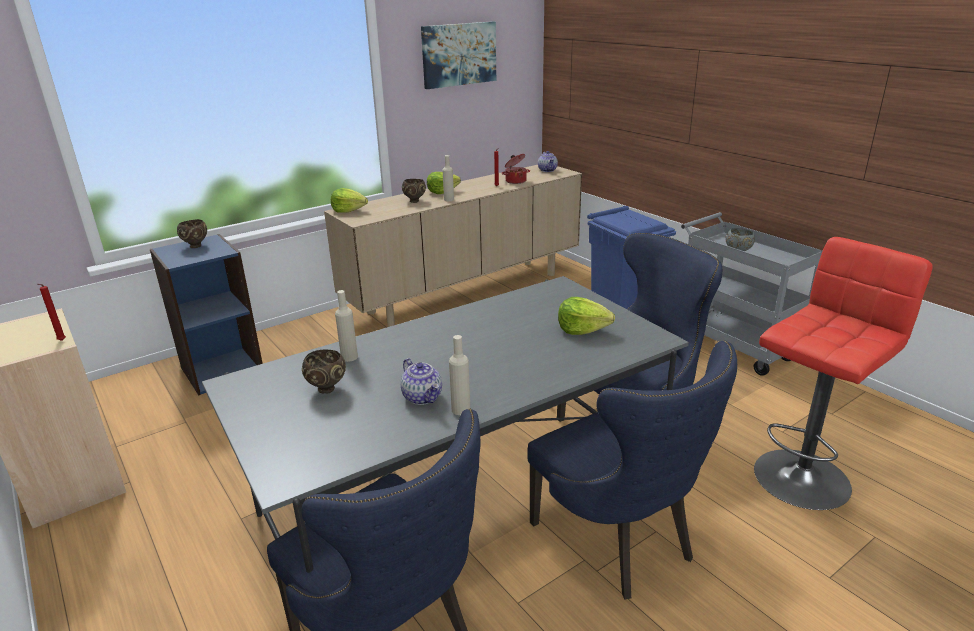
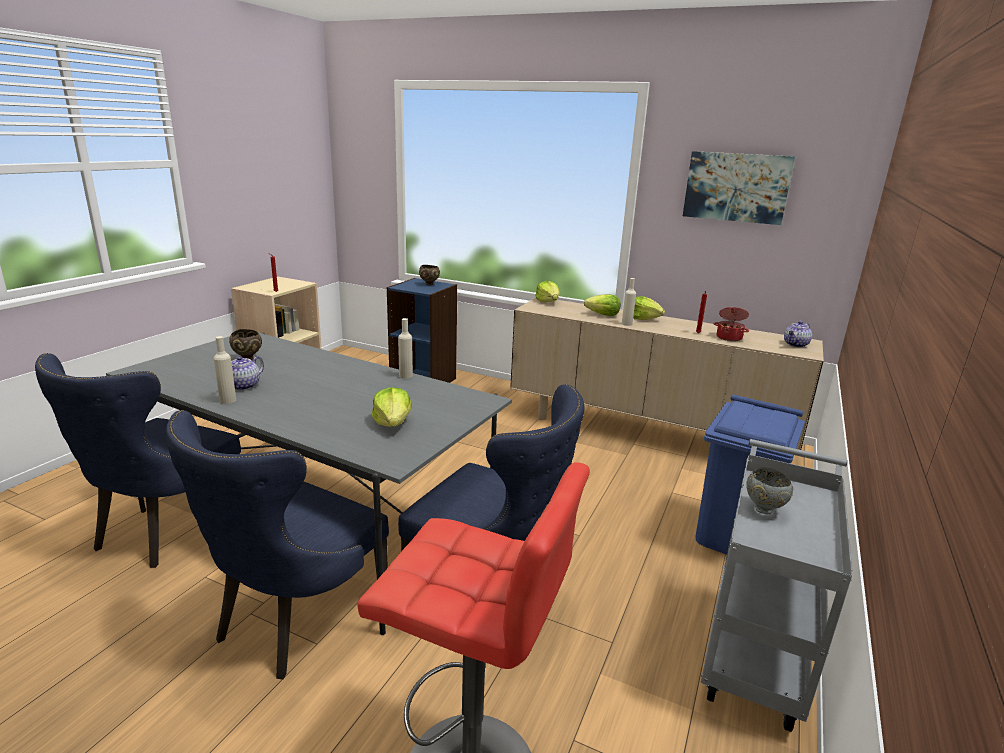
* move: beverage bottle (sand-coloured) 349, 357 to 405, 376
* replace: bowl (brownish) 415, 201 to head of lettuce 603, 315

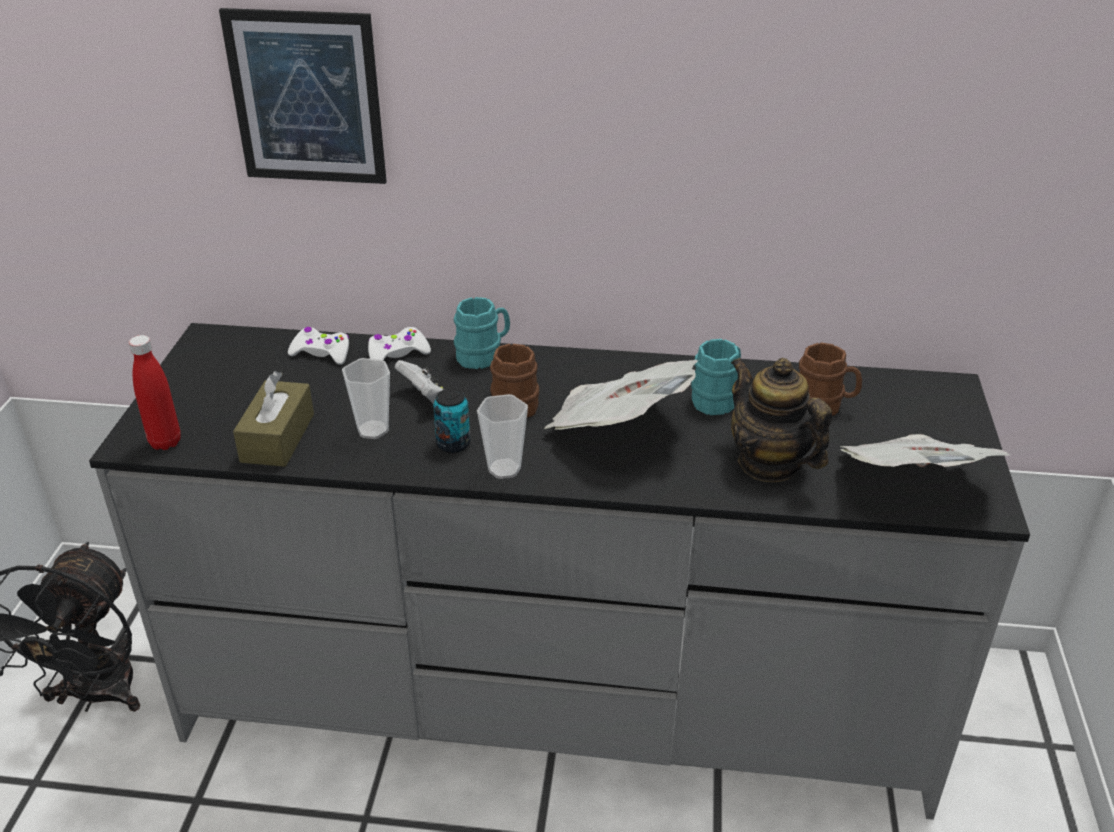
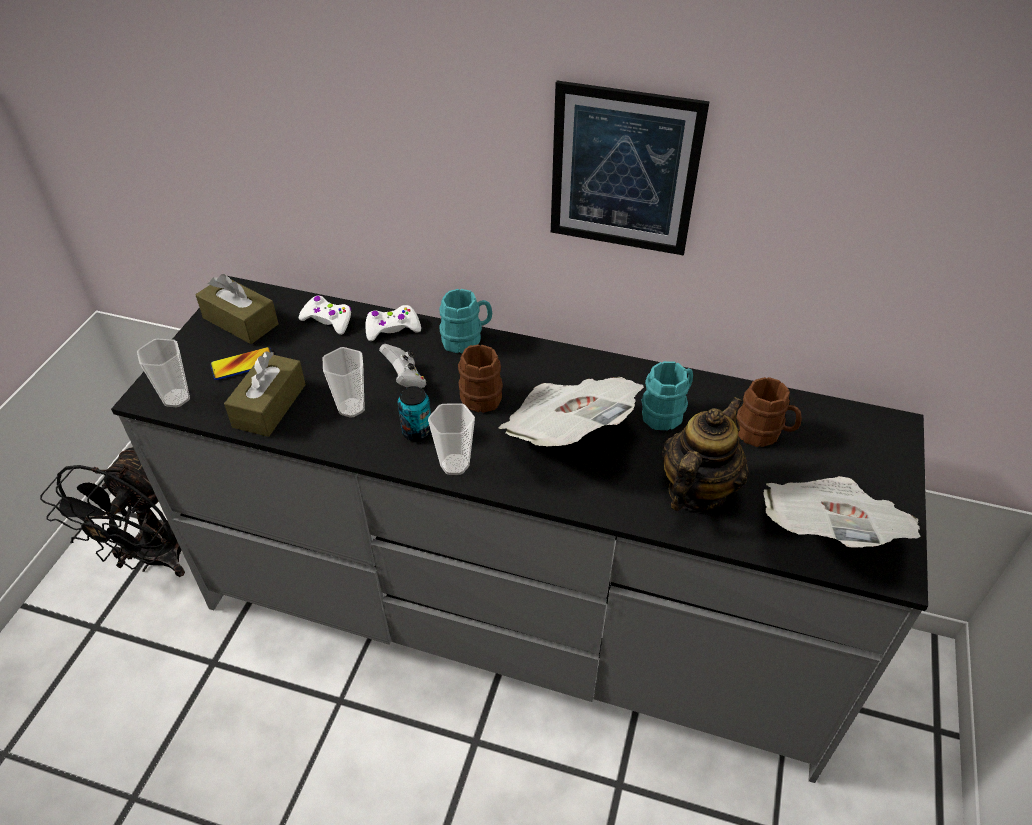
* replace: beverage bottle (red) 165, 442 to cup 176, 398
* insert: tissue holder (brownish) 240, 321
* insert: telephone 243, 364
* move: wall art 306, 98 to 623, 171
* rotate: pot for tea 769, 464 = 696, 491 60 degrees clockwise

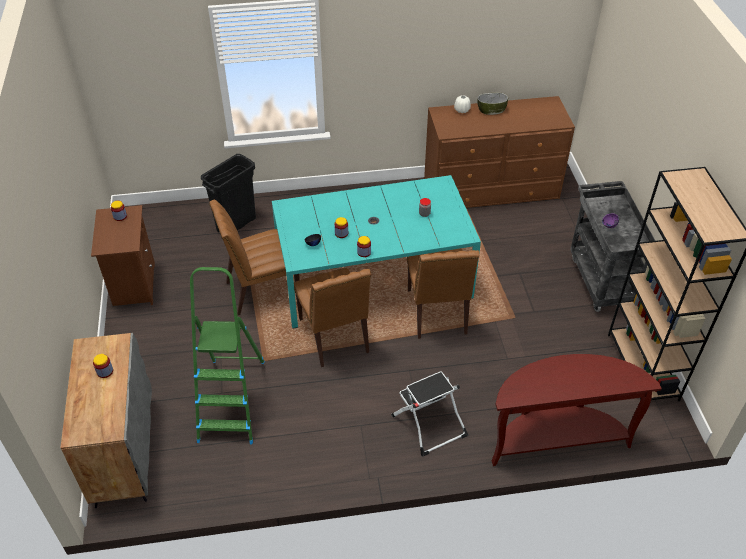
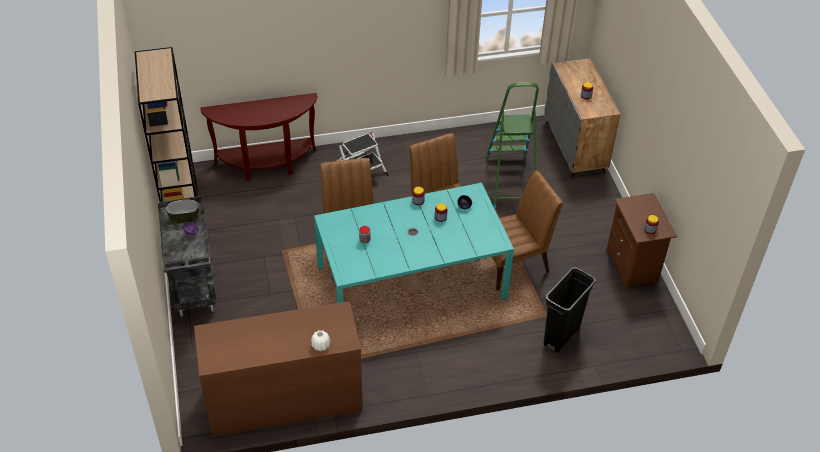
* move: bowl 491, 110 to 184, 217

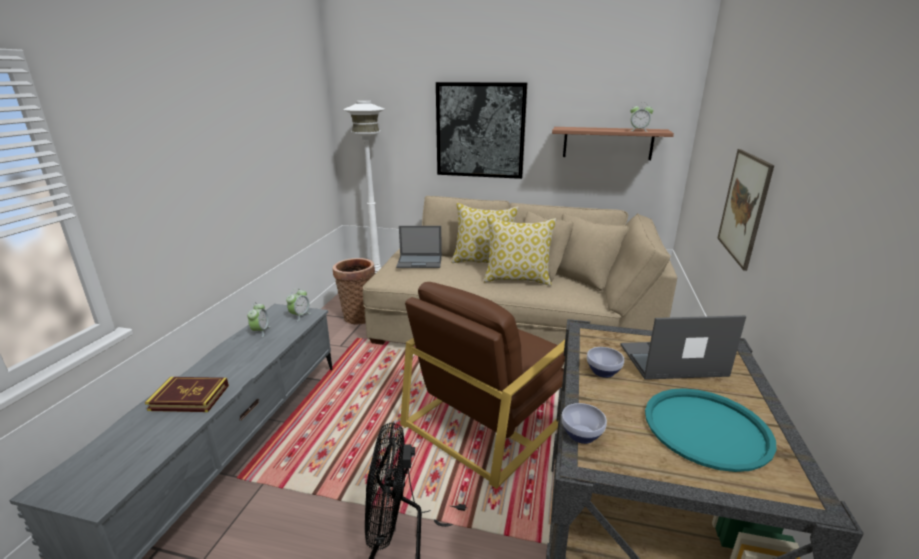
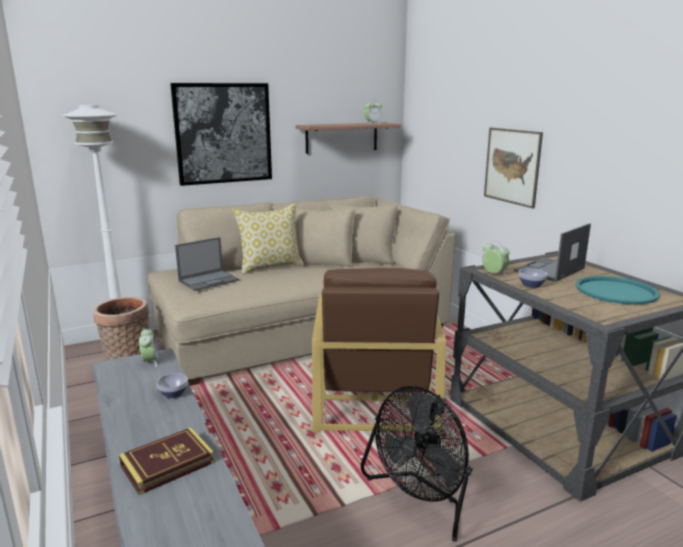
* move: bowl 580, 435 to 173, 394
* move: alarm clock 260, 331 to 494, 274
* delete: cushion 517, 279

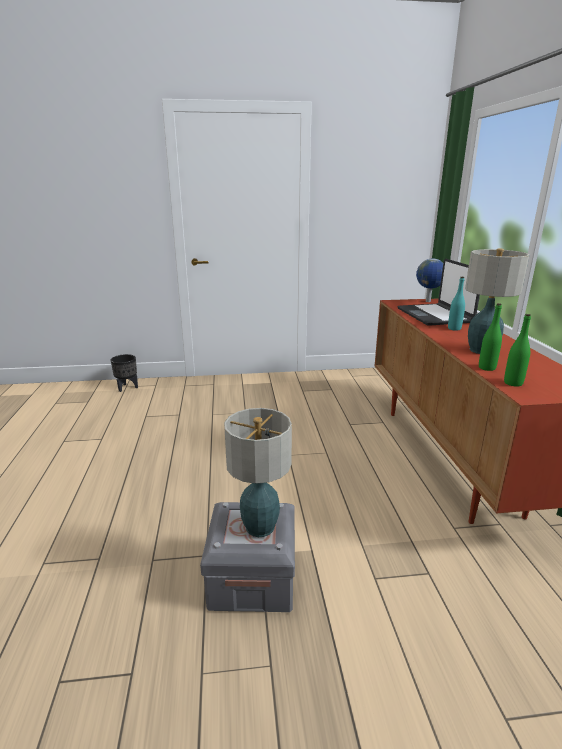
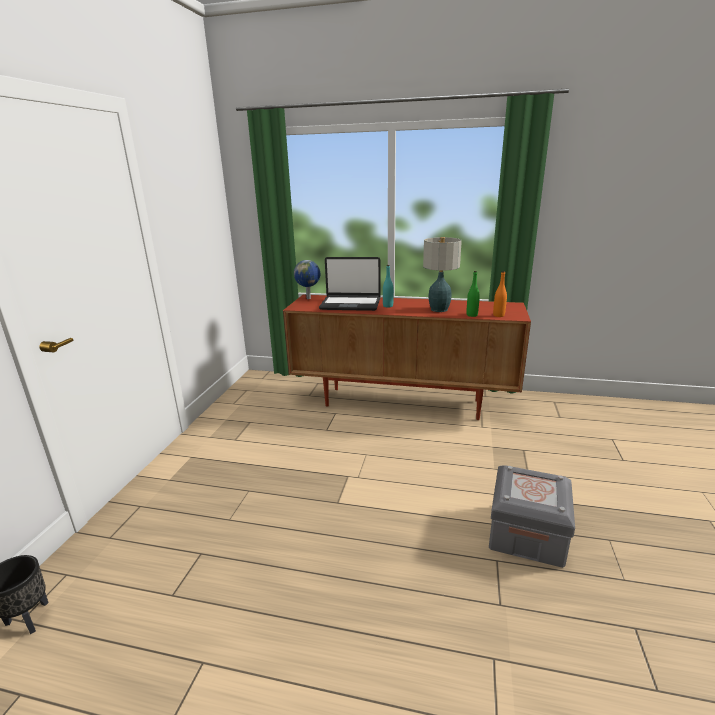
* recolor: beverage bottle (green) 513, 383 to beverage bottle (orangey) 498, 315
* delete: tabletop lamp 261, 526

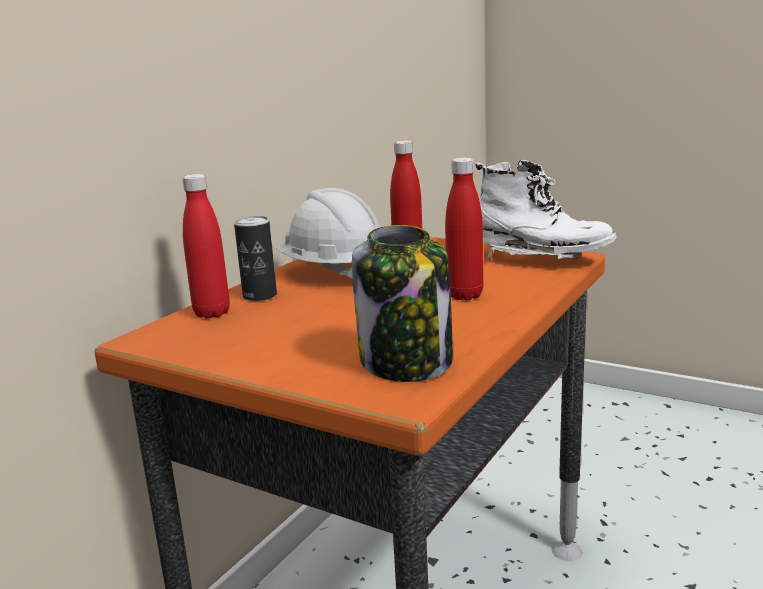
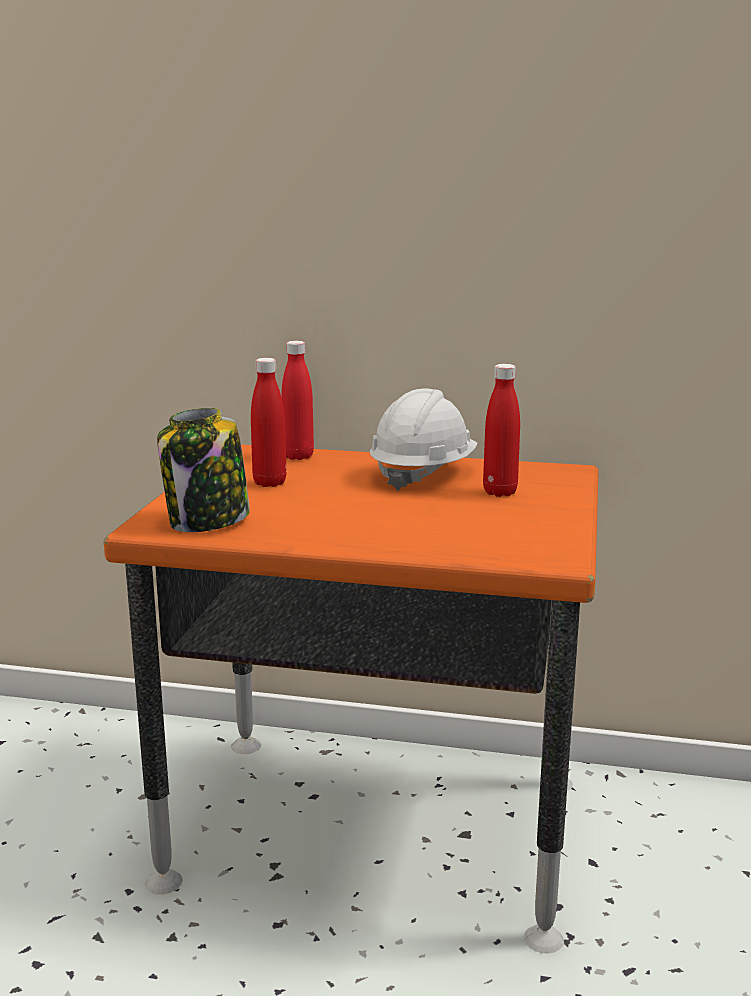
* move: beverage bottle (red) 465, 295 to 269, 483
* delete: sealed can 260, 296
* delete: boot (white-coloured) 540, 259

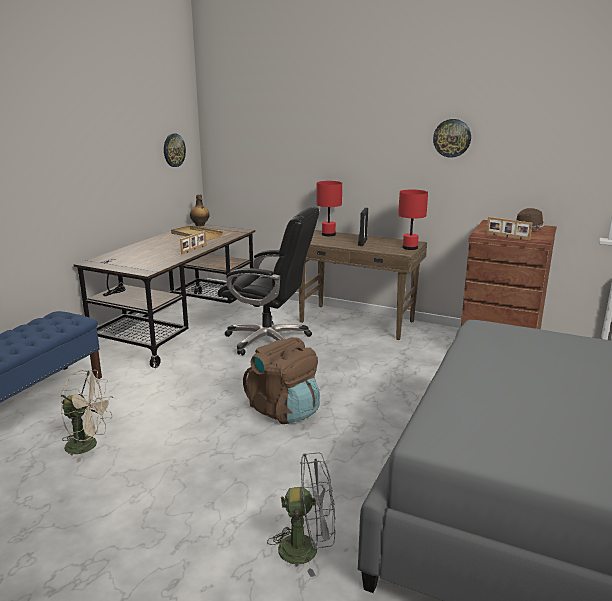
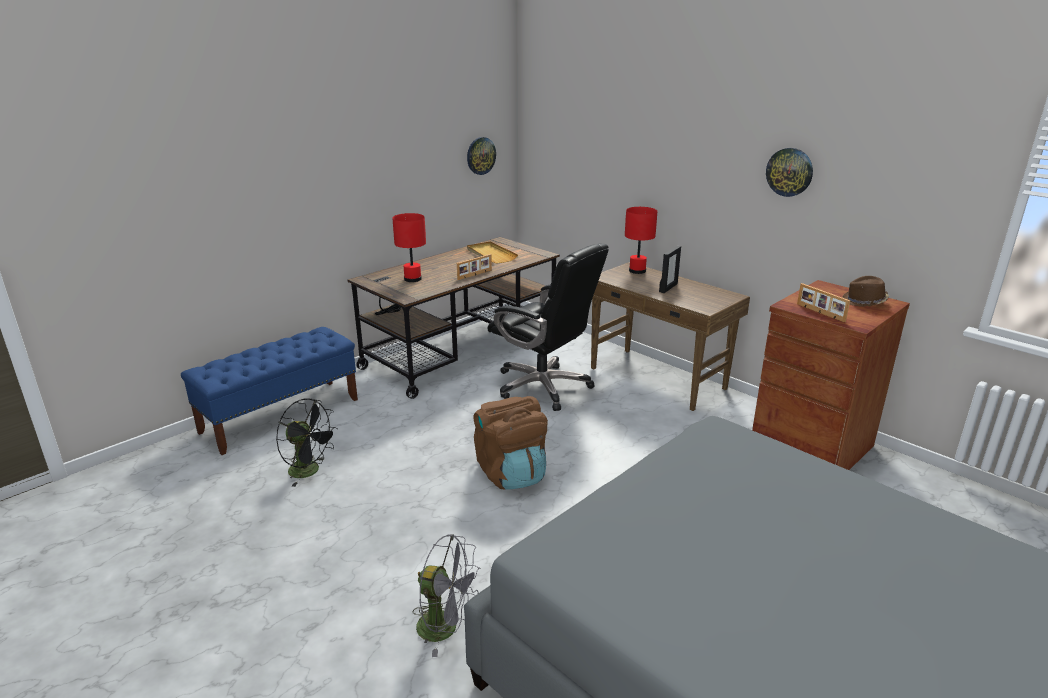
* recolor: cooling fan (sand-coloured) 88, 445 to cooling fan (black-coloured) 310, 471
* move: tabletop lamp (red) 410, 248 to 412, 279
* delete: beverage bottle 200, 225

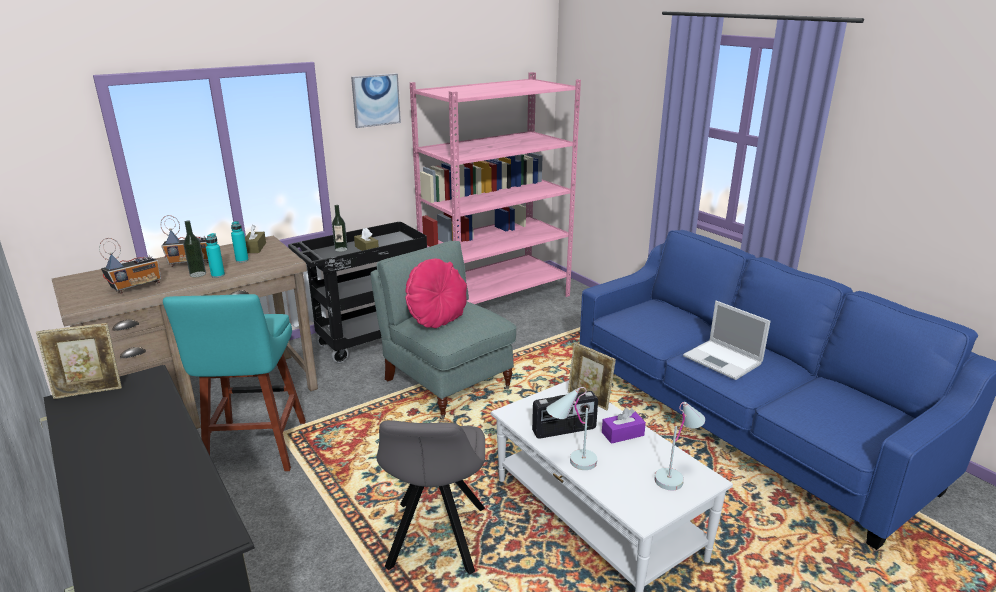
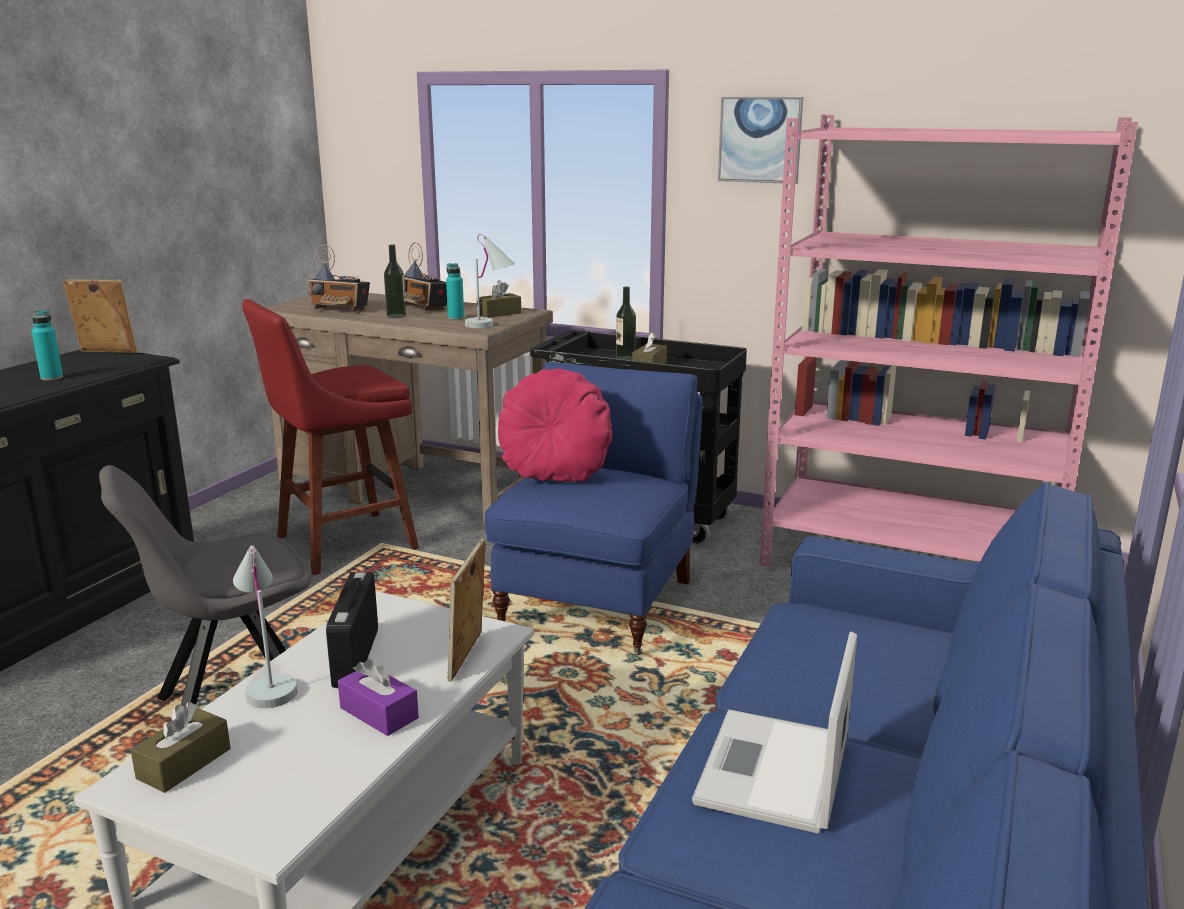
* move: beverage bottle (blue-green) 218, 275 to 52, 378
* rotate: picture frame 89, 392 = 107, 353 150 degrees clockwise
* insert: tissue holder (brownish) 184, 763
* recolor: stool seat (blue-green) 255, 448 to stool seat (red) 343, 543
* rotate: radio 564, 430 = 354, 657 45 degrees clockwise
* move: tabletop lamp (white-coloured) 676, 475 to 491, 326
* recolor: easy chair (grey) 446, 384 to easy chair (blue-coloured) 598, 604

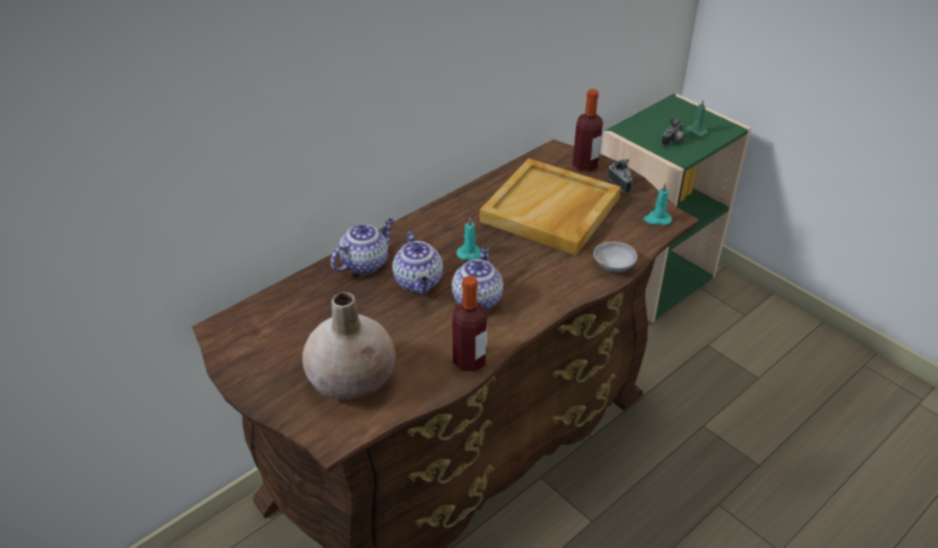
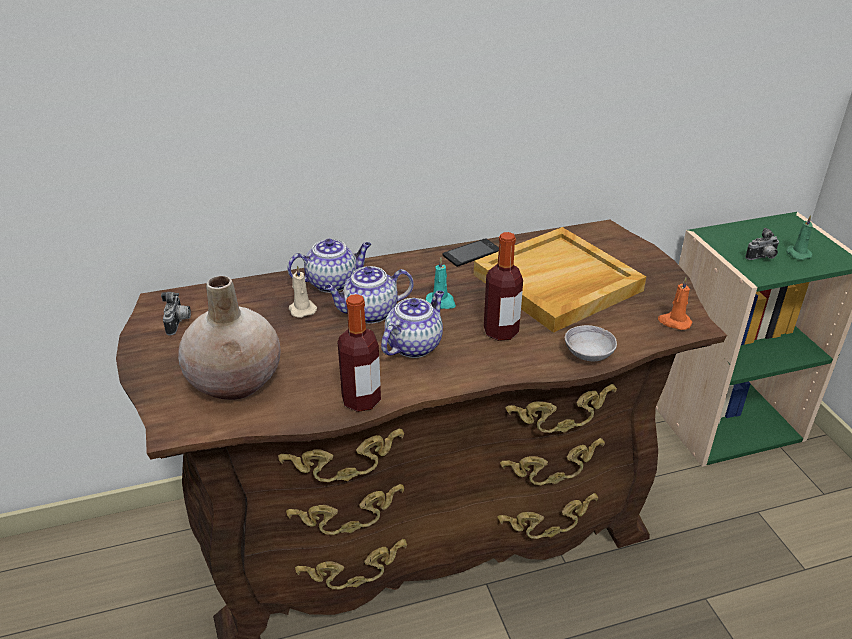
* move: still camera 621, 184 to 179, 323
* insert: candle (sand-coloured) 301, 309
* rotate: pot for tea 419, 282 = 369, 313 60 degrees clockwise
* insert: telephone 471, 253
* move: beverage bottle 585, 165 to 501, 332
* recolor: candle (blue-green) 657, 219 to candle (orangey) 674, 322

